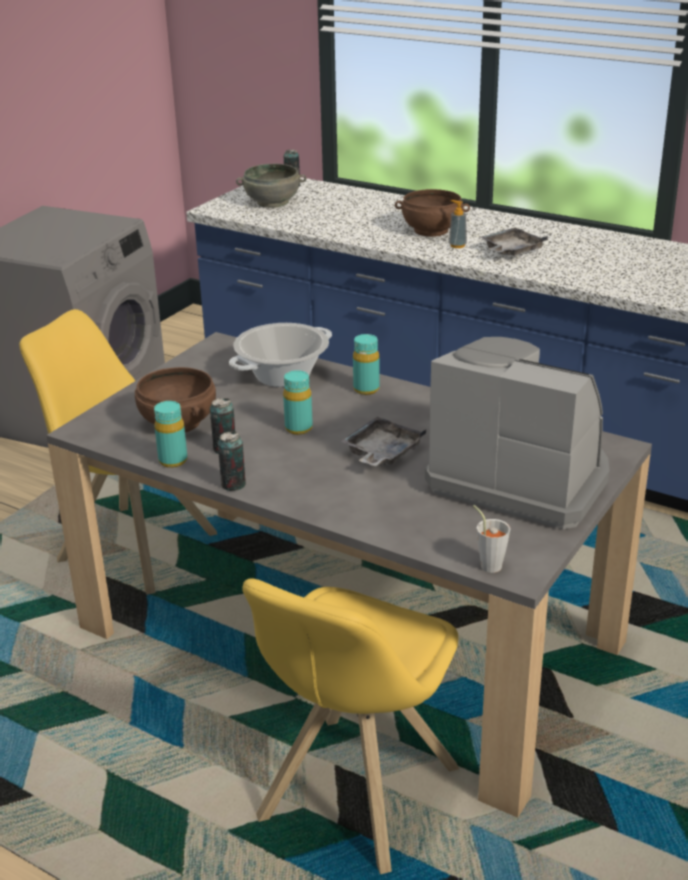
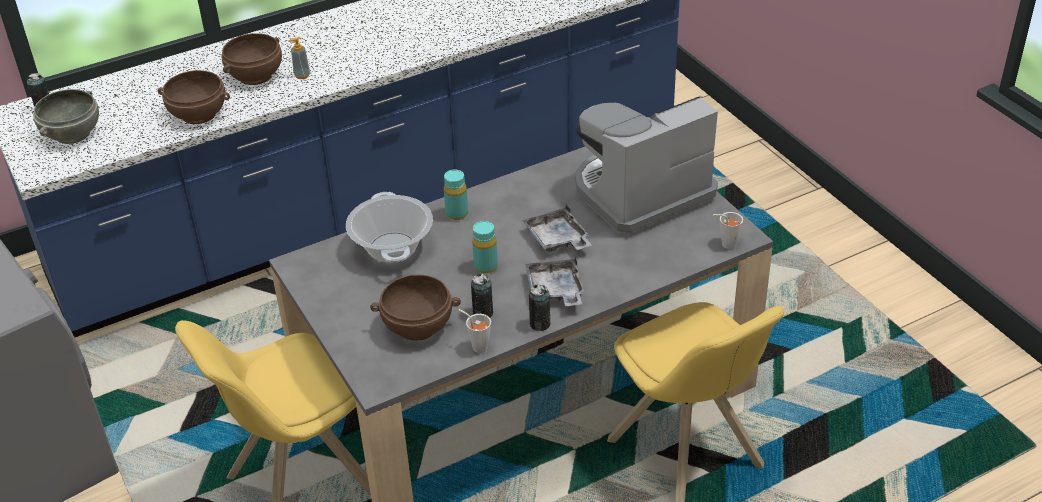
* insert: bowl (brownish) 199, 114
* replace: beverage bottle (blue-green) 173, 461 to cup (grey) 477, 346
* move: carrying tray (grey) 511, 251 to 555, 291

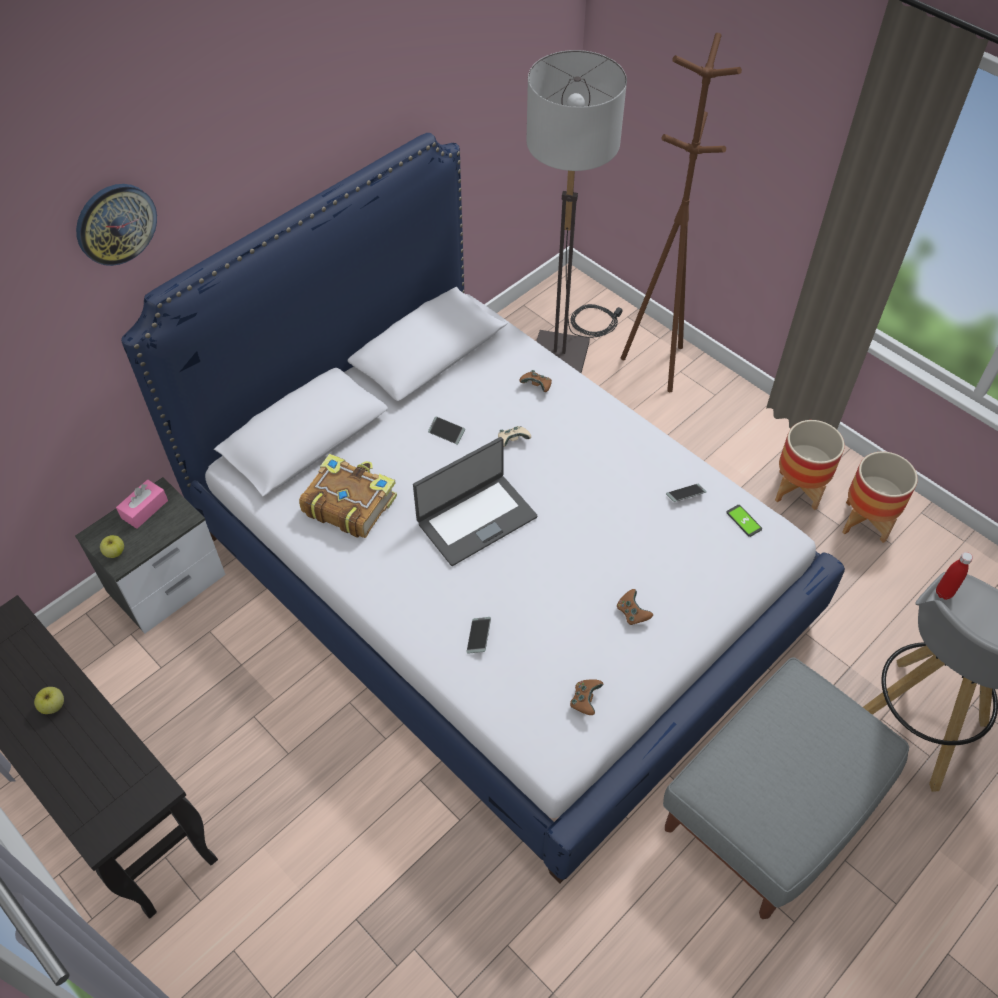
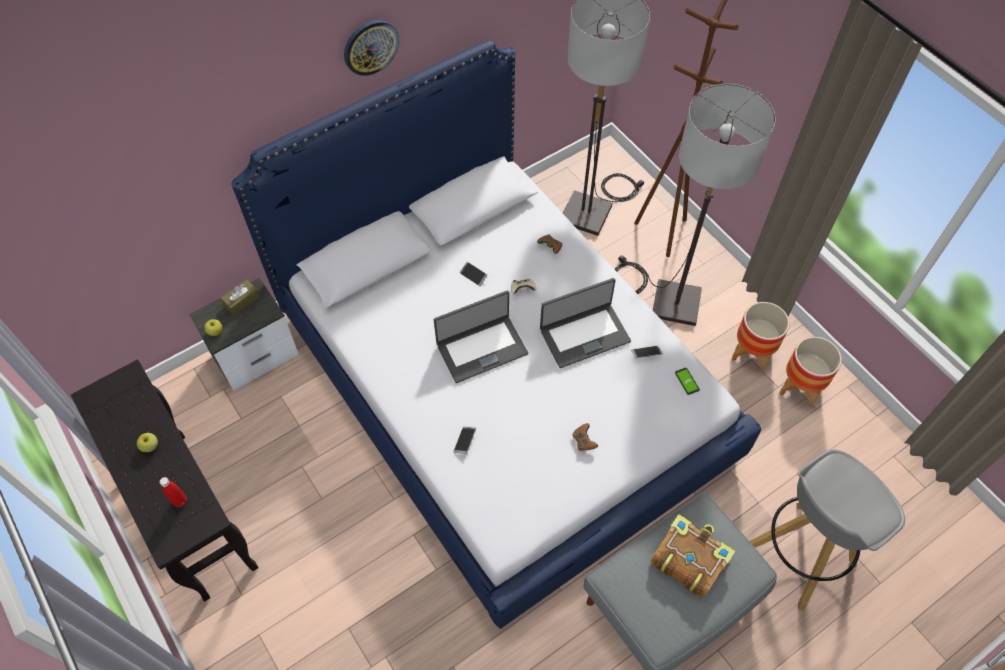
* move: beverage bottle (red) 943, 593 to 180, 501
* recolor: tissue holder (pink-coloured) 144, 509 to tissue holder (brownish) 242, 301
* move: clock on the wall 115, 223 to 370, 47
* insert: portable computer 584, 335
* insert: standing lamp 662, 296
* move: book 349, 503 to 689, 558
* delete: gamepad (brownish) 585, 700

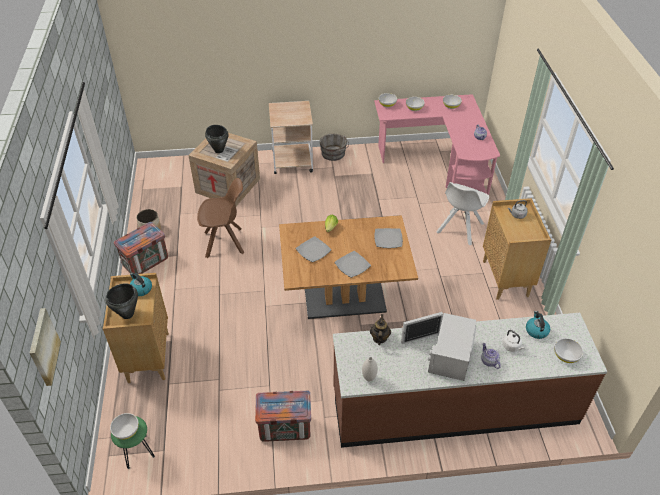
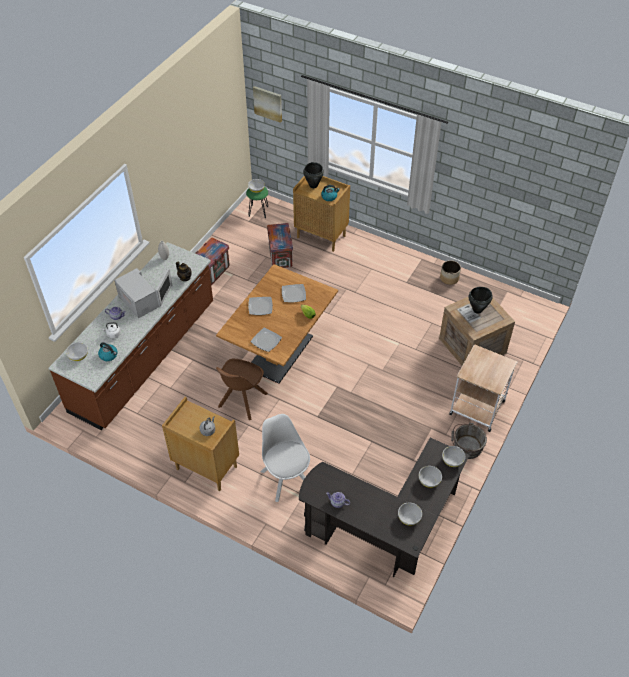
* move: plain chair (brownish) 225, 242 to 242, 400
* move: crate 145, 262 to 280, 256
* recolor: desk table (pink-coloured) 439, 164 to desk table (black-coloured) 386, 529

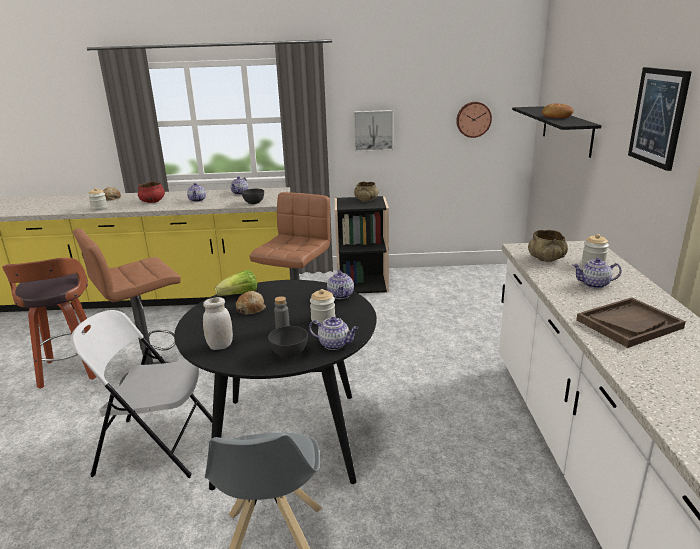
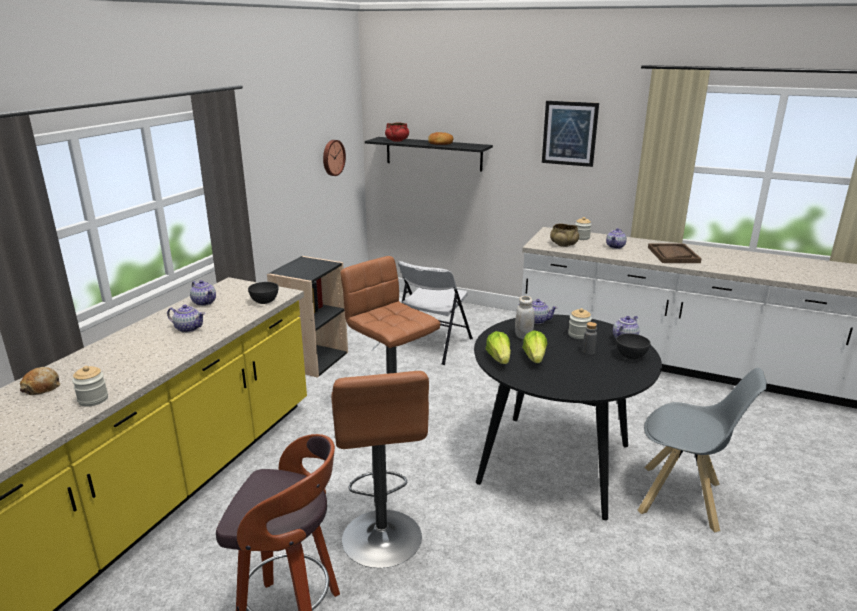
* move: bowl (red) 152, 201 to 397, 140
* move: plain chair (white-coloured) 156, 446 to 433, 345
* move: storage jar (white-coloured) 220, 346 to 523, 336
* replace: baked bread 251, 308 to head of lettuce 535, 358
* delete: wall art 373, 130
* delete: bowl (sand-coloured) 366, 200

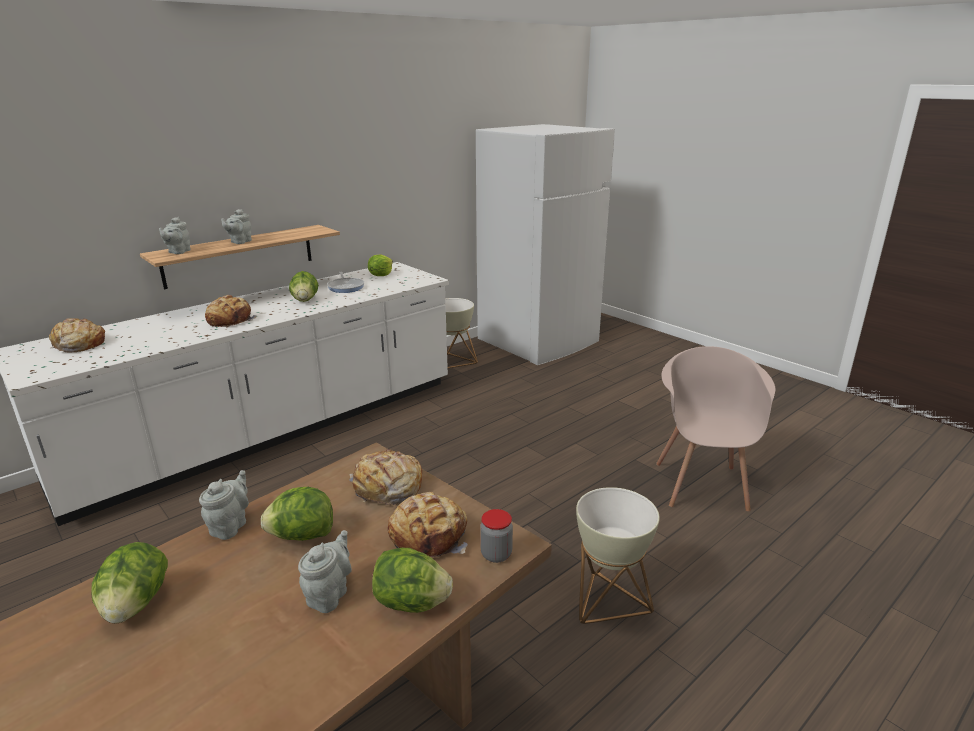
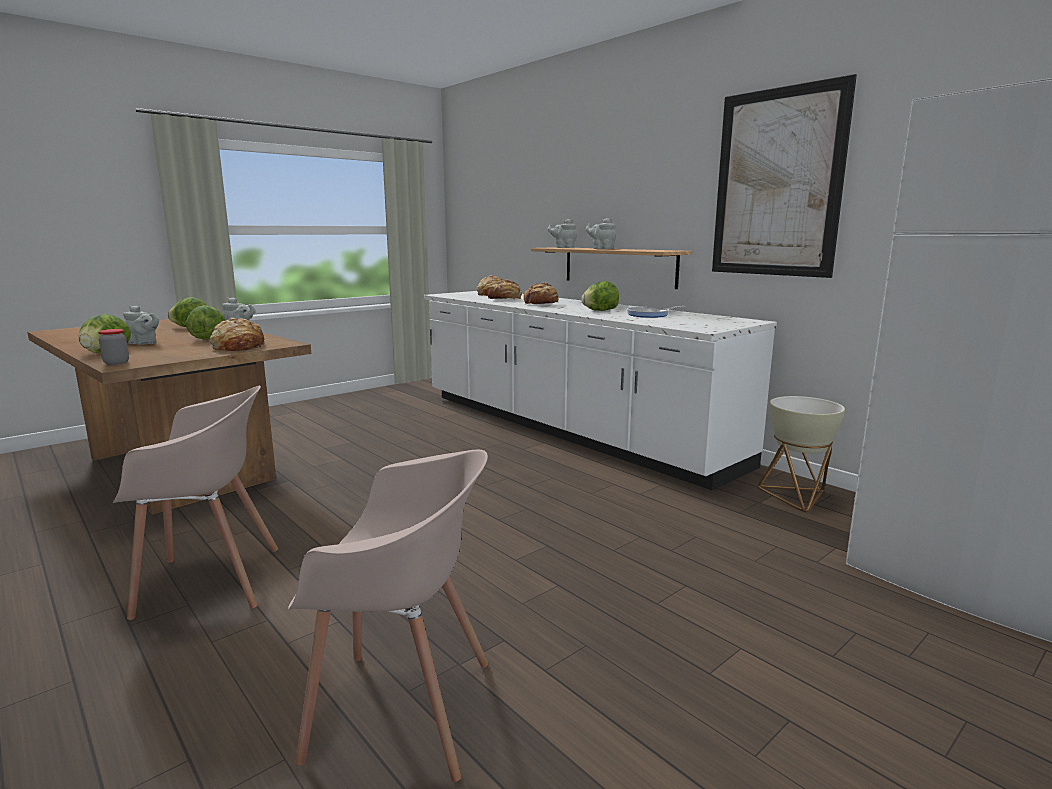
* replace: flower pot 609, 600 to plain chair (sand-coloured) 212, 582
* move: baked bread 429, 535 to 505, 299
* insert: wall art 776, 183
* delete: head of lettuce 381, 275

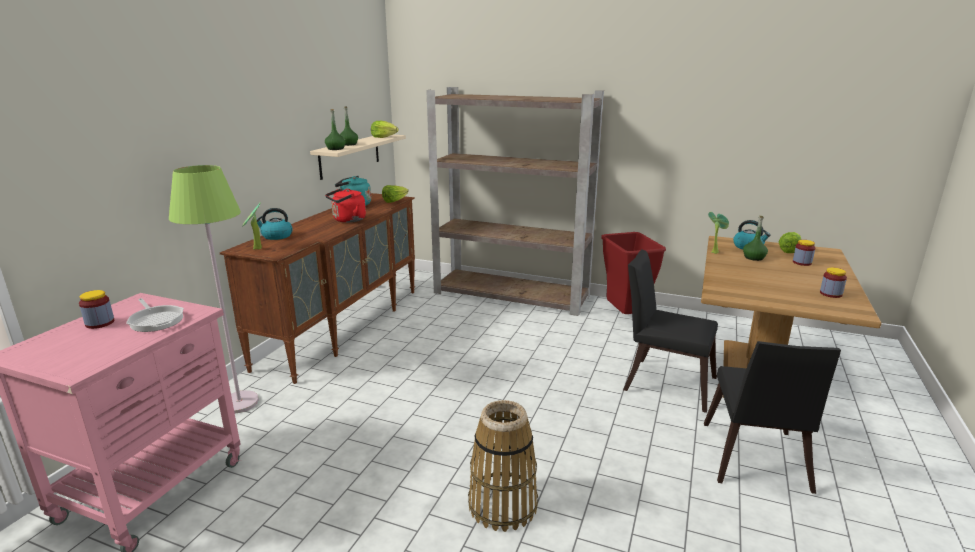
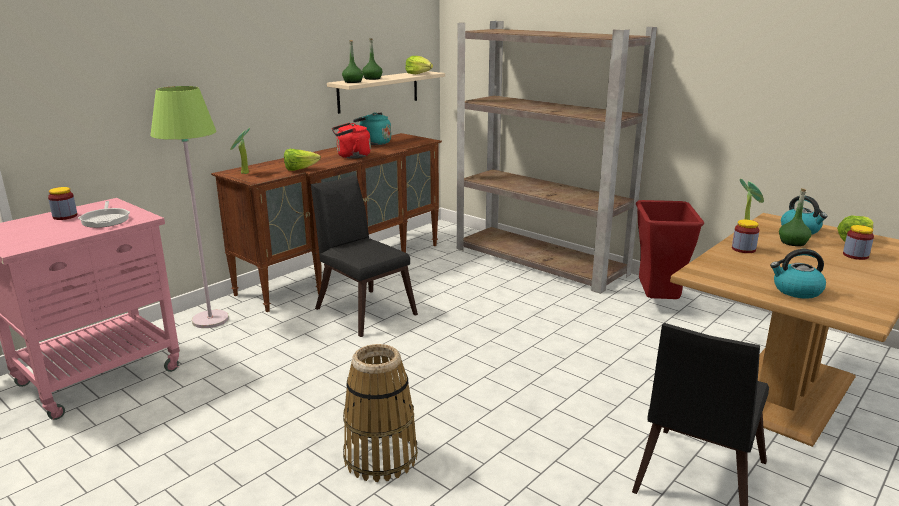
* move: head of lettuce 394, 201 to 300, 169
* move: plain chair (black-coloured) 663, 382 to 363, 309
* move: storage jar 830, 294 to 743, 249
* move: water kettle 276, 236 to 796, 291

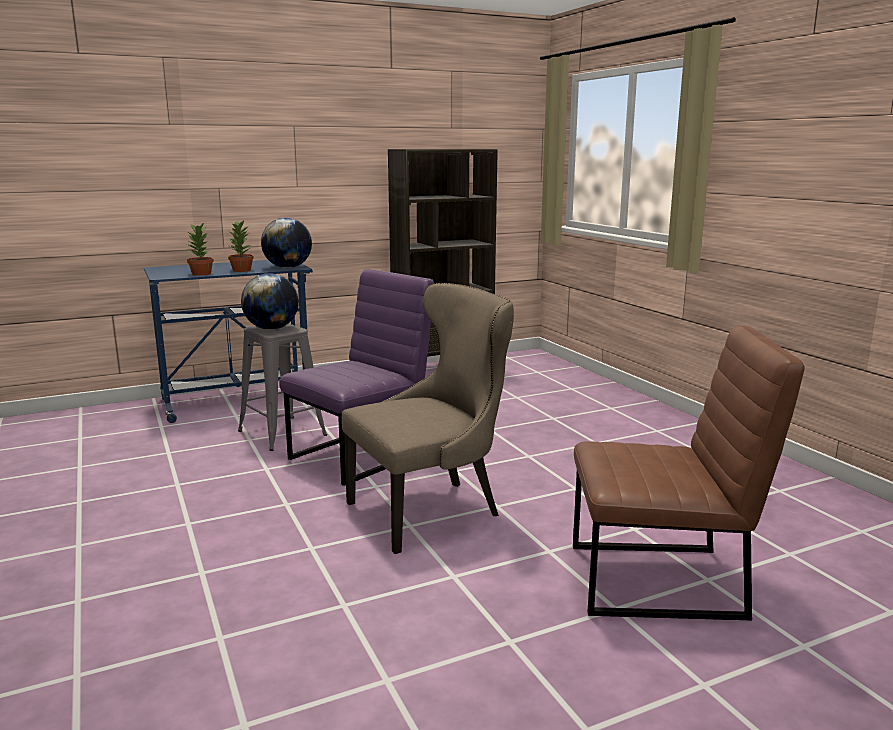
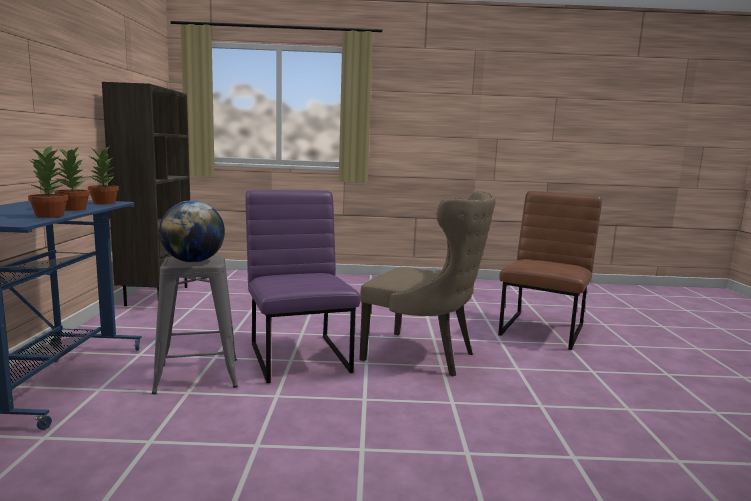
* replace: world globe 288, 267 to houseplant 105, 203
* rotate: plain chair (sand-coloured) 430, 510 = 424, 355 120 degrees clockwise

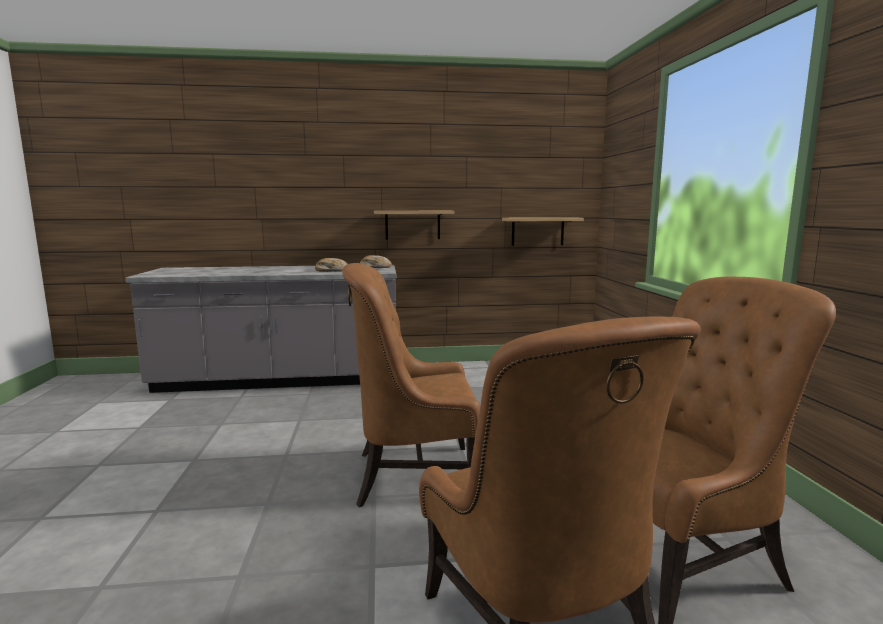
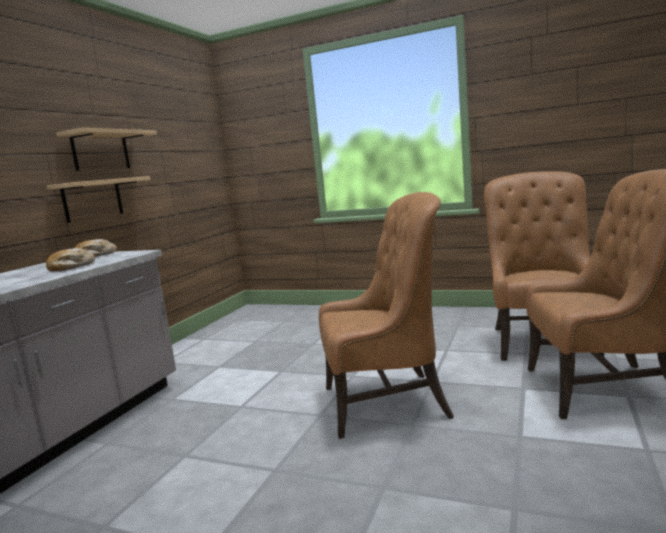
* move: wall shelf 537, 231 to 100, 151
* rotate: plain chair (brownish) 414, 475 = 387, 402 120 degrees counterclockwise

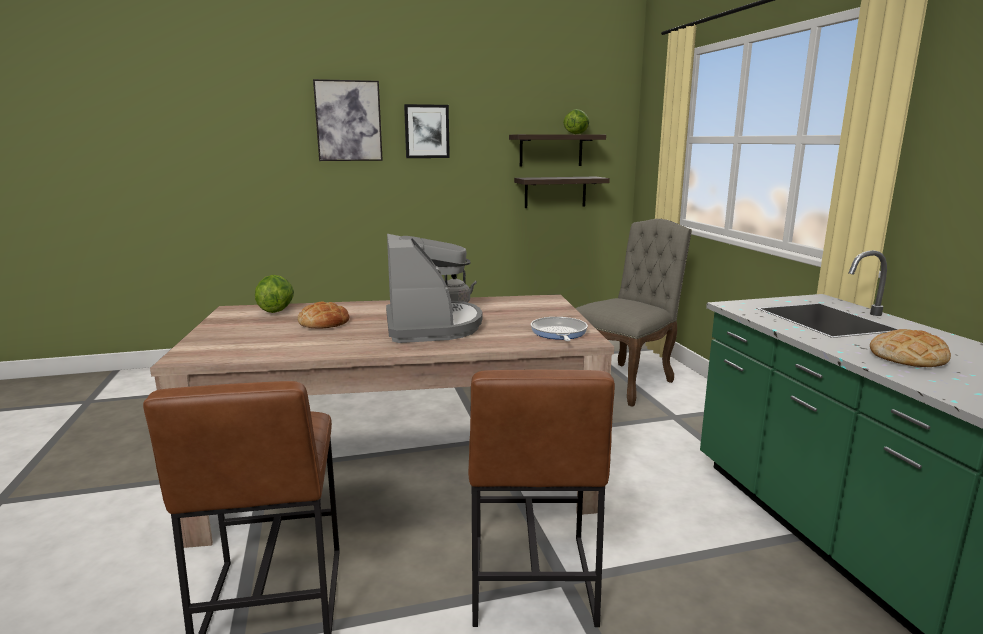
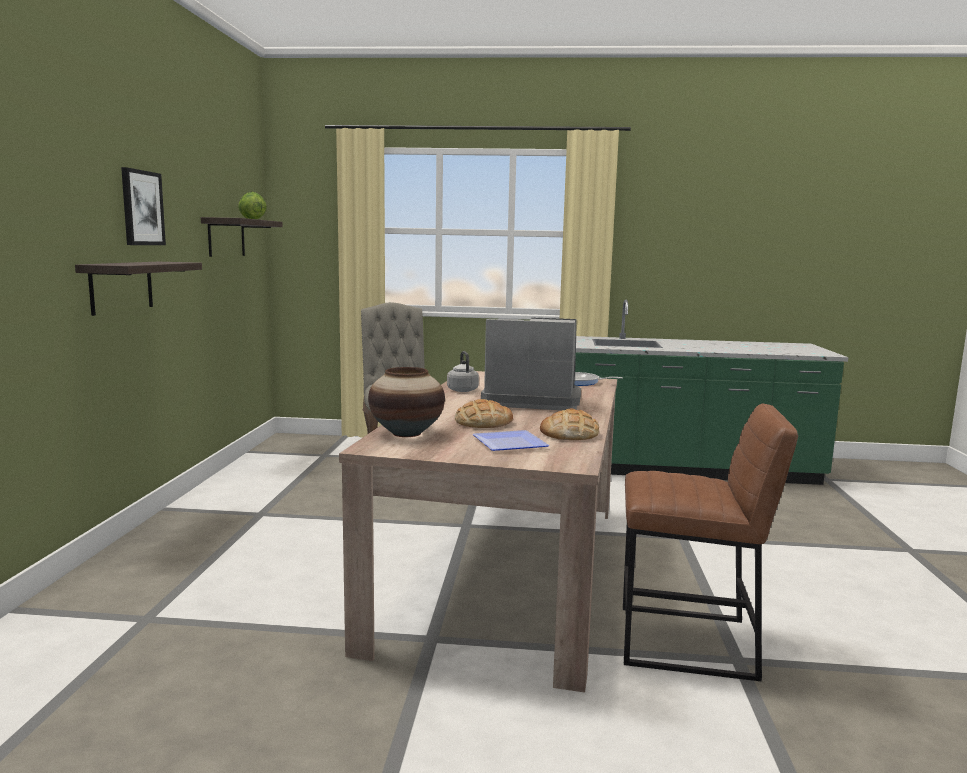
* move: wall shelf 555, 192 to 121, 287
* replace: head of lettuce 276, 310 to vase 407, 433
* insert: dinner plate 512, 444
* move: baked bread 908, 357 to 569, 434
* delete: wall art 348, 121
* delete: plain chair (brownish) 531, 580

